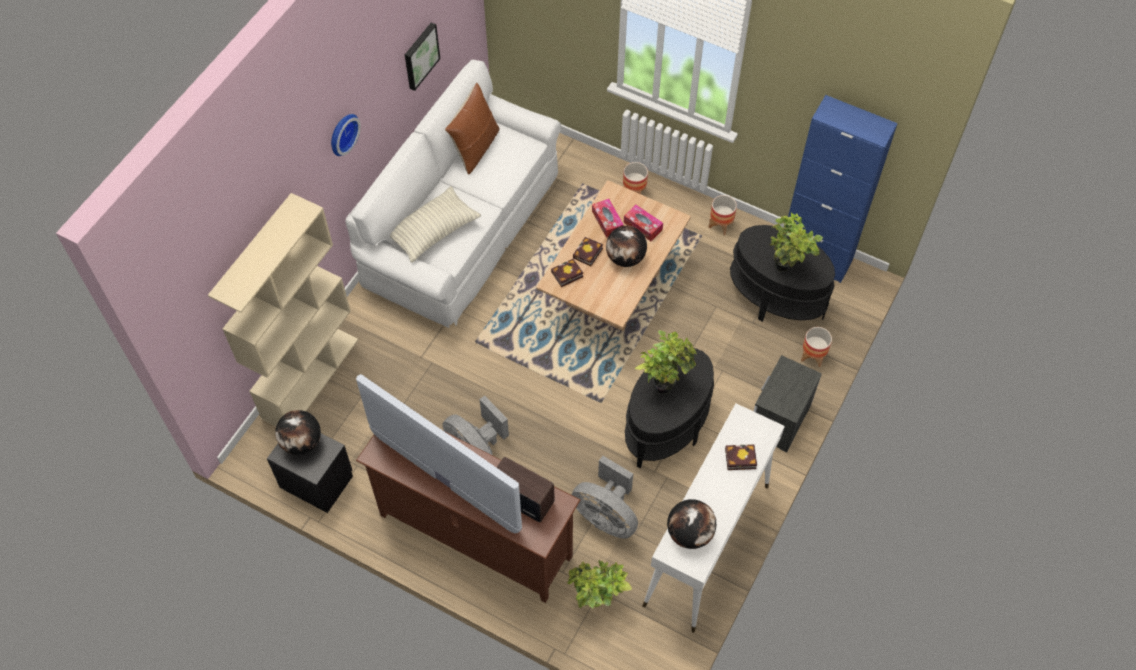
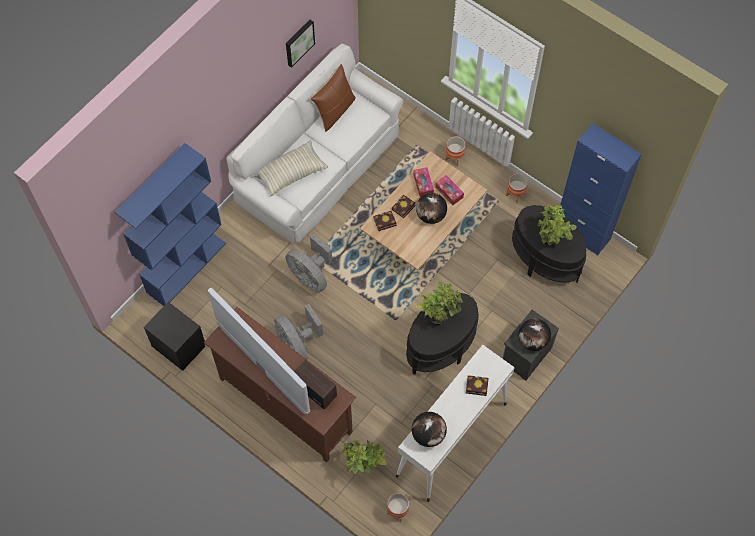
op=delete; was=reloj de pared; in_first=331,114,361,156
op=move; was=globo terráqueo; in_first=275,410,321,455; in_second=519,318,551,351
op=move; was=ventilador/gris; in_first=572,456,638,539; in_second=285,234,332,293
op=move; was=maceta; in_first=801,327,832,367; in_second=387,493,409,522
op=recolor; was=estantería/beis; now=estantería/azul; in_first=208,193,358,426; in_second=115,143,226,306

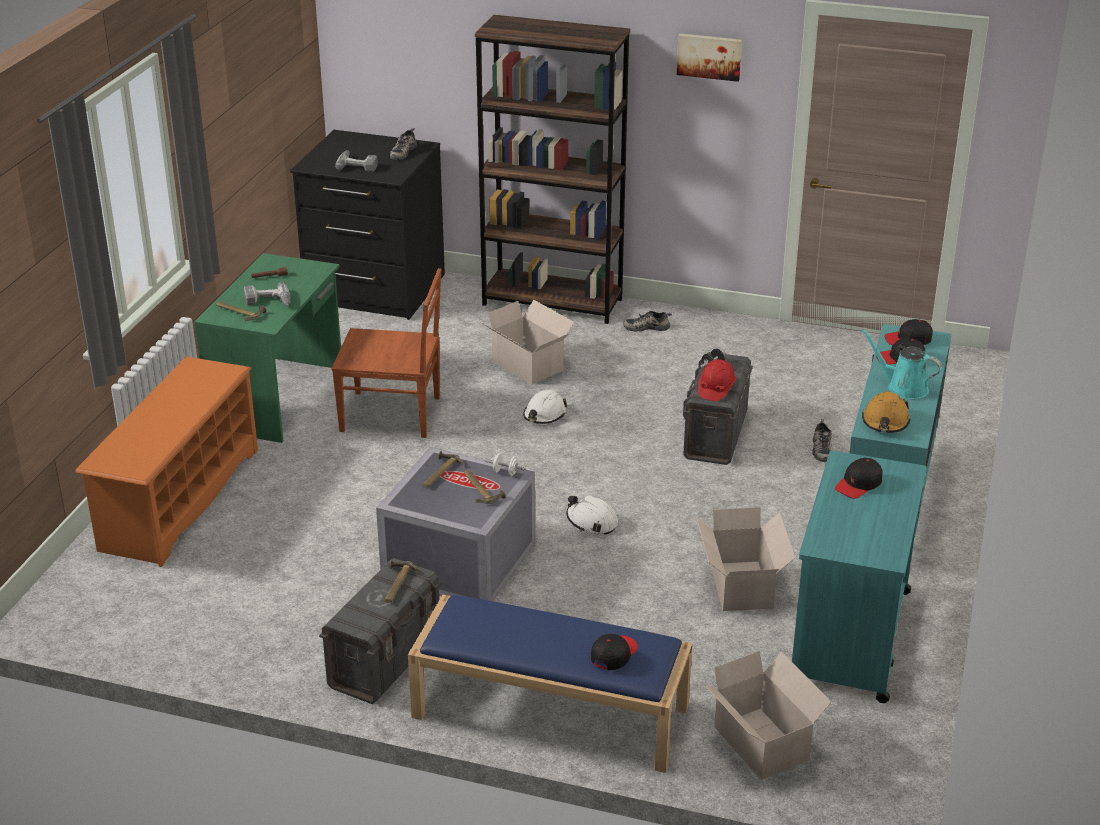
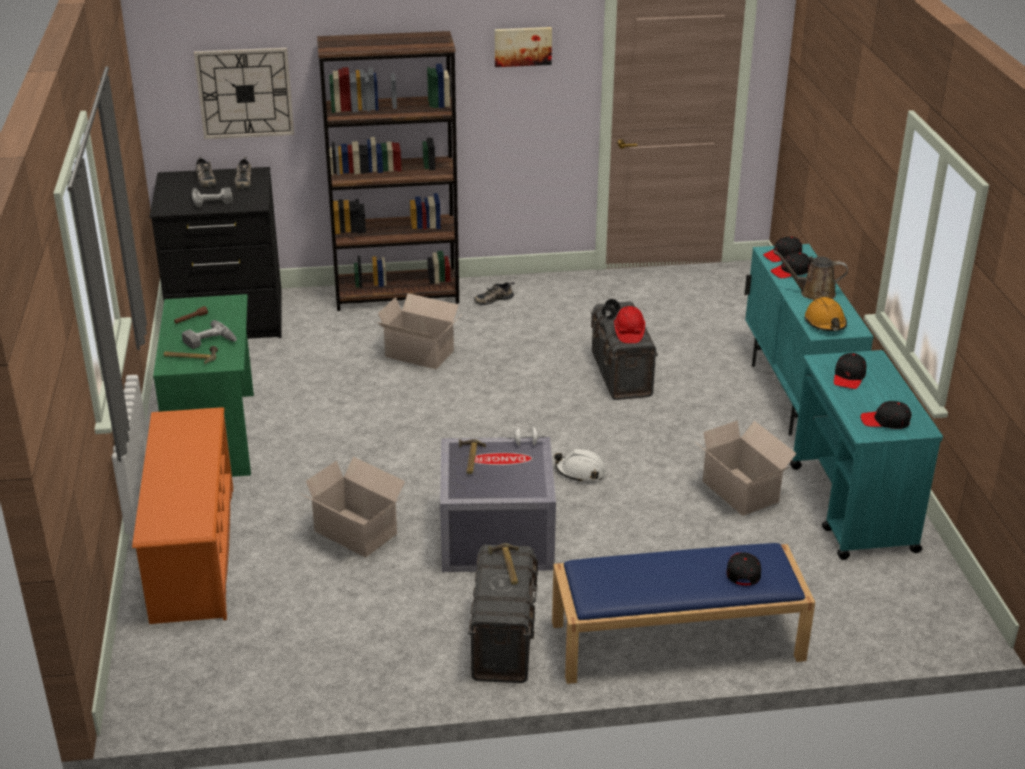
op=delete; was=silla/marrón; in_first=331,268,442,438
op=delete; was=martillo; in_first=464,470,506,504
op=delete; was=casco/blanco; in_first=523,390,567,424
op=insert; now=reloj de pared; in_second=194,48,294,139
op=insert; now=gorra/negro; in_second=861,401,911,429
op=move; was=caja de cartón; in_first=701,651,831,780; in_second=299,457,405,558
op=move; was=zapato; in_first=812,419,833,462; in_second=196,156,217,187
op=recolor; was=regadera/turquesa; now=regadera/marrón; in_first=861,329,942,399; in_second=773,251,848,300

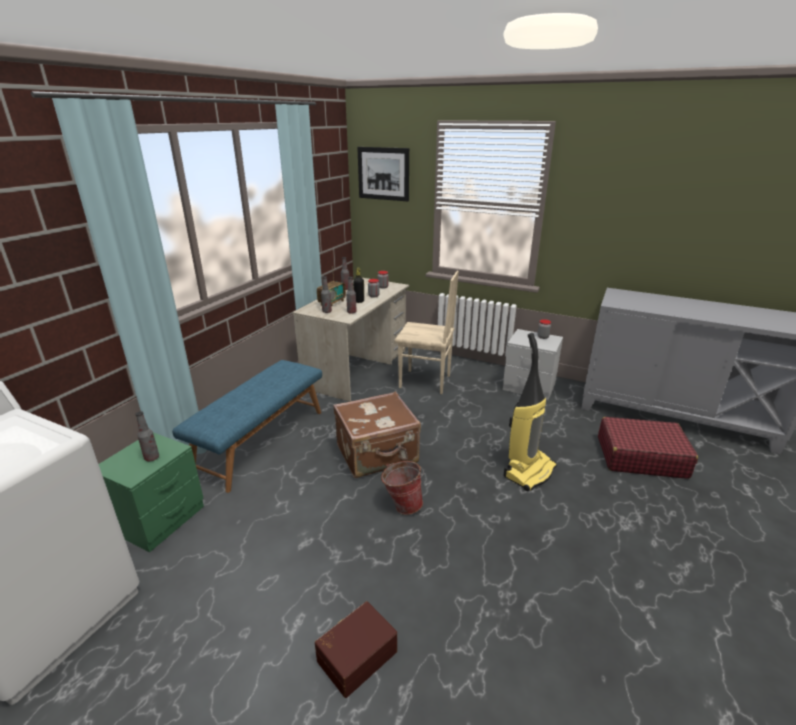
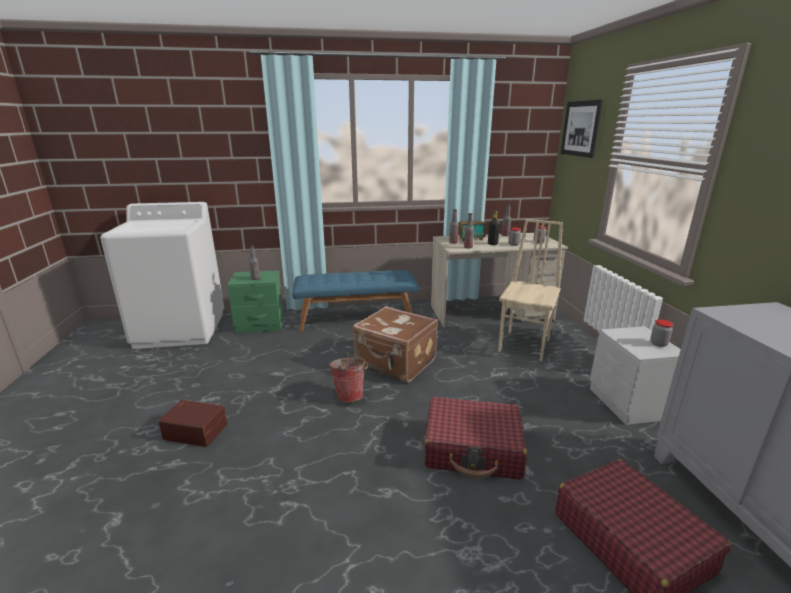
op=replace; was=aspiradora; now=maleta/rojo; in_first=503,333,557,491; in_second=424,397,527,480
op=rotate; was=silla/beis; in_first=394,271,459,394; in_second=498,219,563,361; clockwise=-135

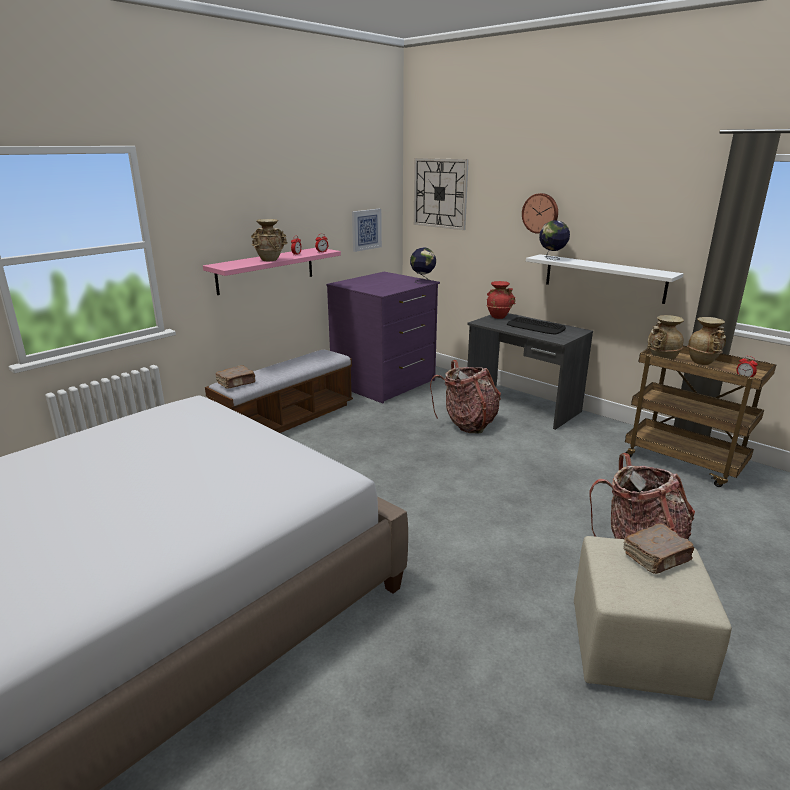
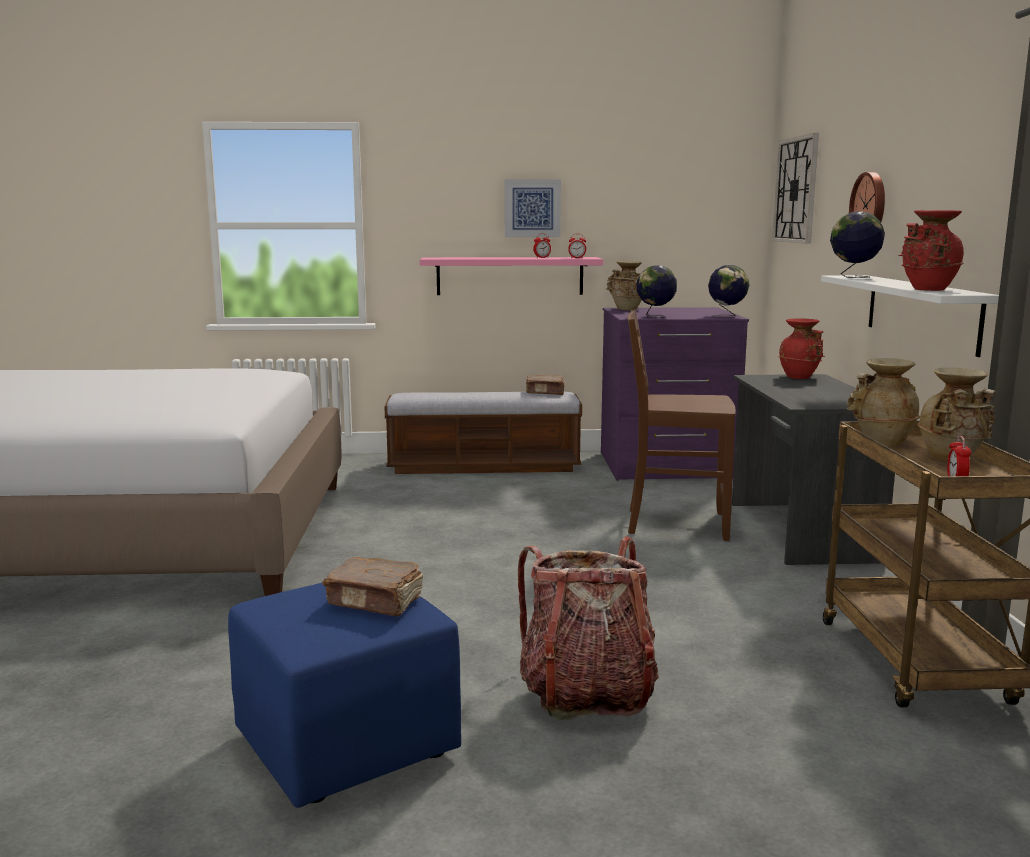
op=delete; was=teclado; in_first=507,317,566,335
op=insert; now=globo terráqueo; in_second=637,265,677,318
op=insert; now=florero/rojo; in_second=898,210,964,291
op=move; was=libro/marrón; in_first=216,365,256,389; in_second=526,375,565,395
op=move; was=florero/beis; in_first=251,219,287,261; in_second=606,261,642,310
op=move; was=cuadro; in_first=352,209,382,252; in_second=505,179,561,237
op=replace; was=mochila; now=silla/marrón; in_first=430,360,501,434; in_second=627,310,736,541
op=recolor; was=puf/beis; now=puf/azul; in_first=574,536,732,701; in_second=228,582,461,808

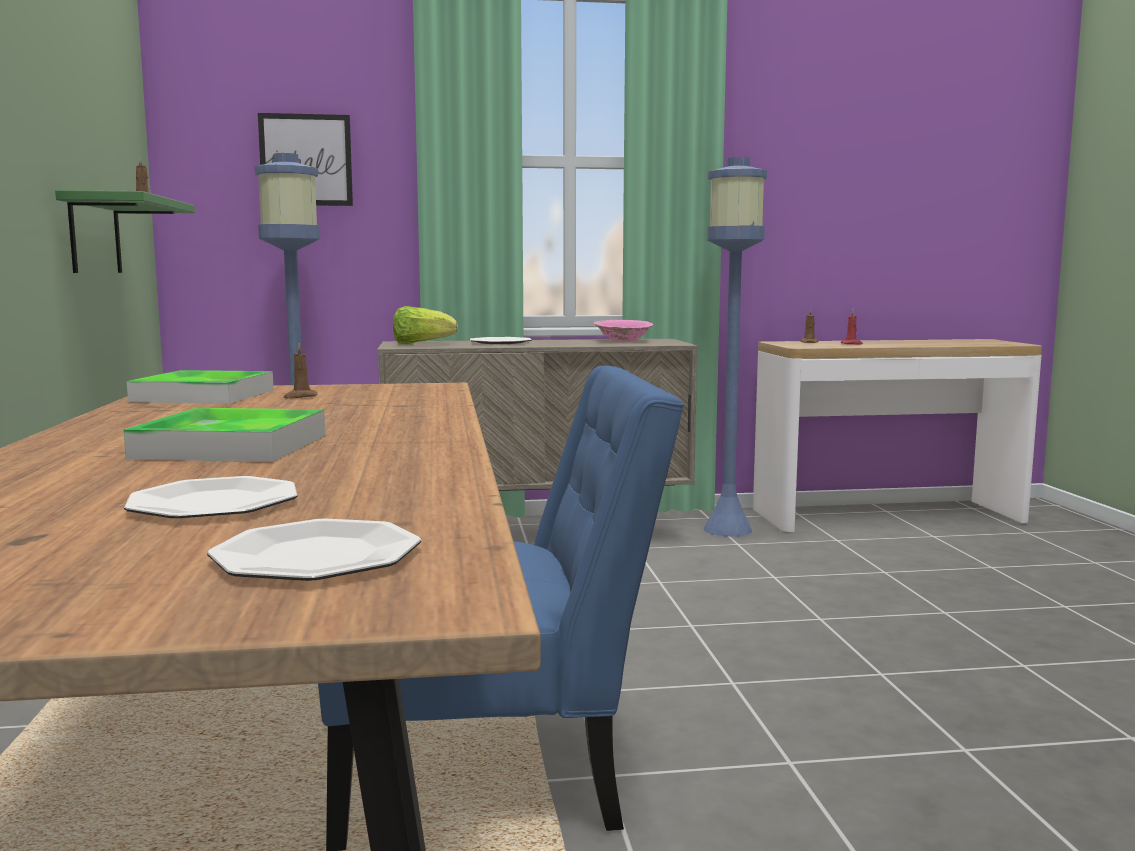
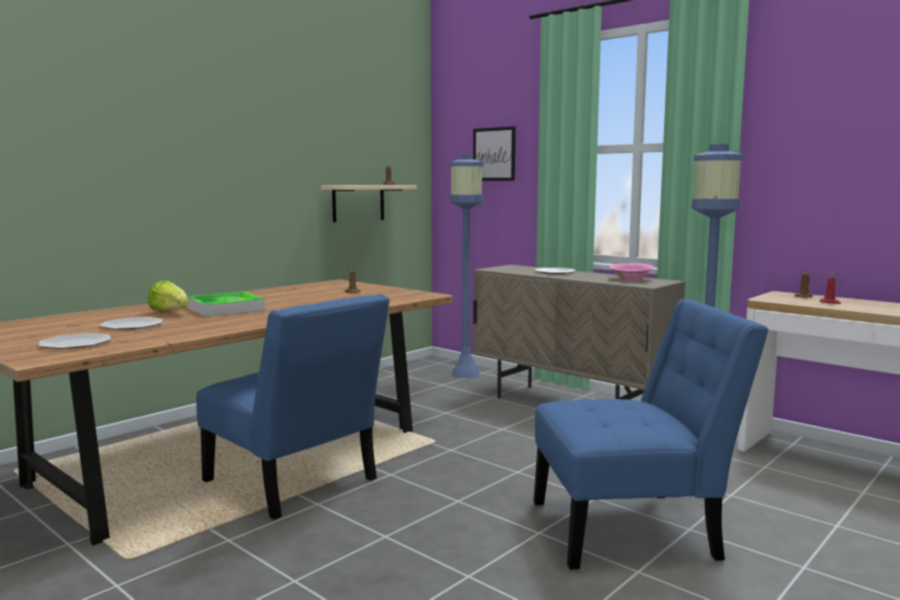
op=delete; was=bandeja; in_first=127,370,274,404
op=insert; now=silla/azul; in_second=533,299,769,570
op=move; was=lechuga; in_first=393,306,458,344; in_second=148,280,189,311
op=recolor; was=estante/verde; now=estante/beis; in_first=55,190,195,273; in_second=321,185,417,222

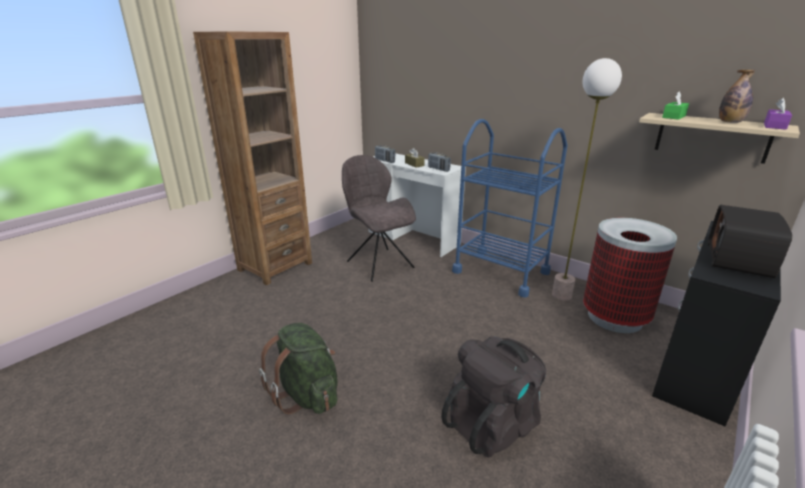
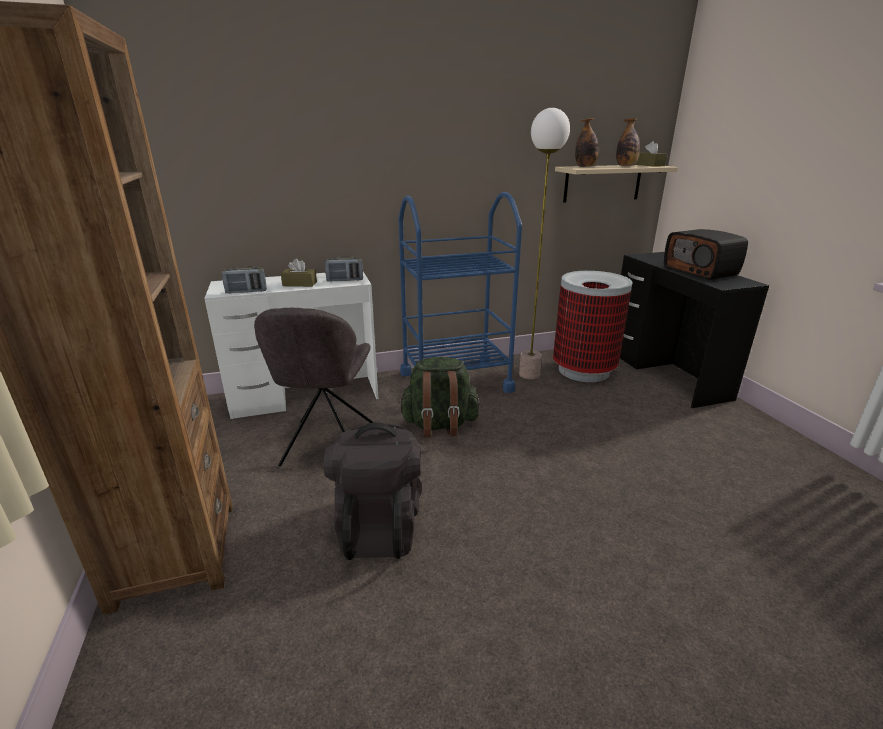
op=move; was=mochila/verde; in_first=259,323,337,415; in_second=398,357,479,437
op=move; was=mochila/negro; in_first=441,336,546,458; in_second=324,423,422,560
op=replace; was=caja de pañuelos/verde; now=botella; in_first=662,91,689,120; in_second=575,118,598,167
op=recolor; was=caja de pañuelos/morado; now=caja de pañuelos/marrón; in_first=764,98,792,130; in_second=636,141,667,167
op=rotate; was=silla/gris; in_first=342,155,416,282; in_second=254,308,373,466; clockwise=-90

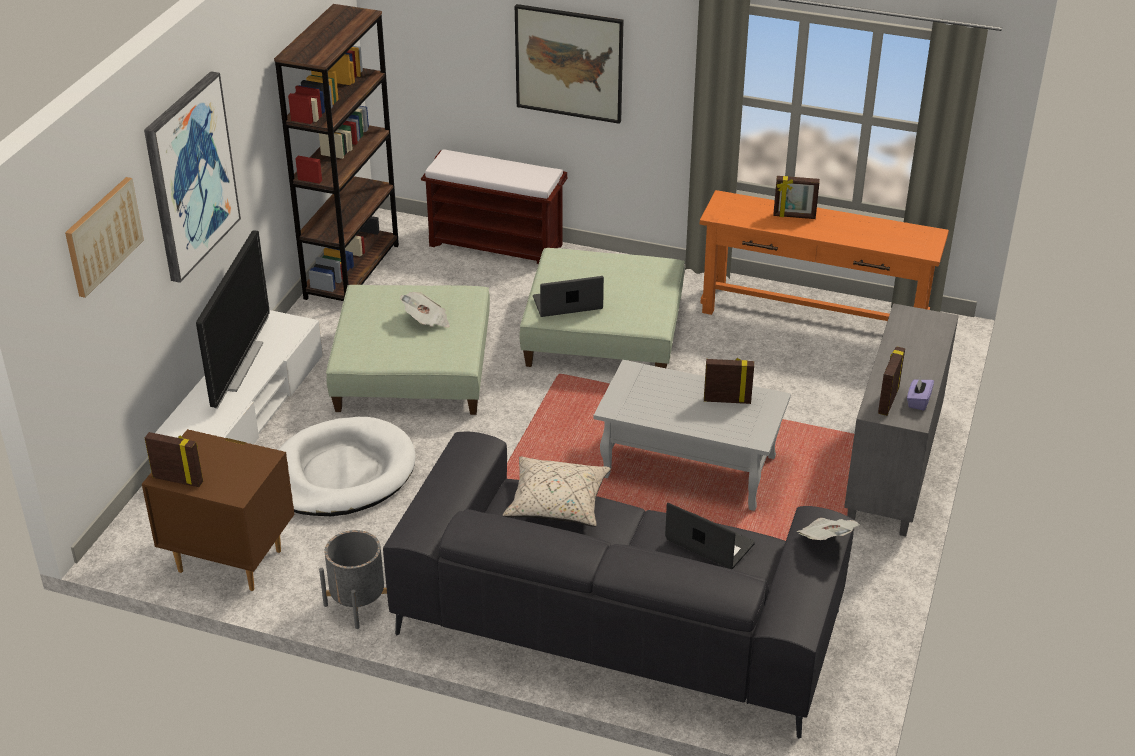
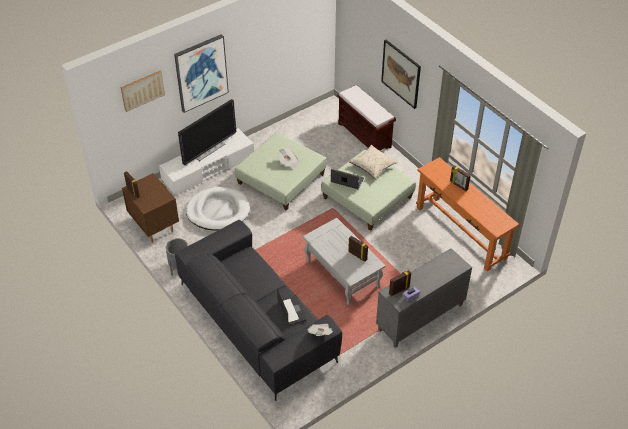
op=delete; was=estantería/marrón; in_first=274,4,399,301
op=move; was=cojín/beis; in_first=502,457,611,527; in_second=349,145,397,179

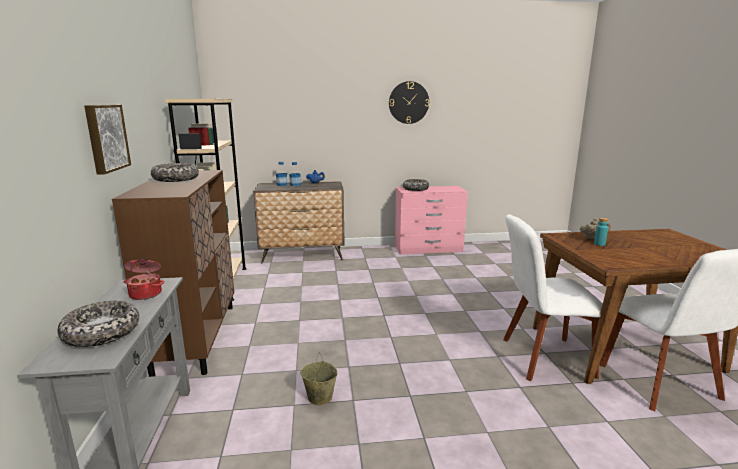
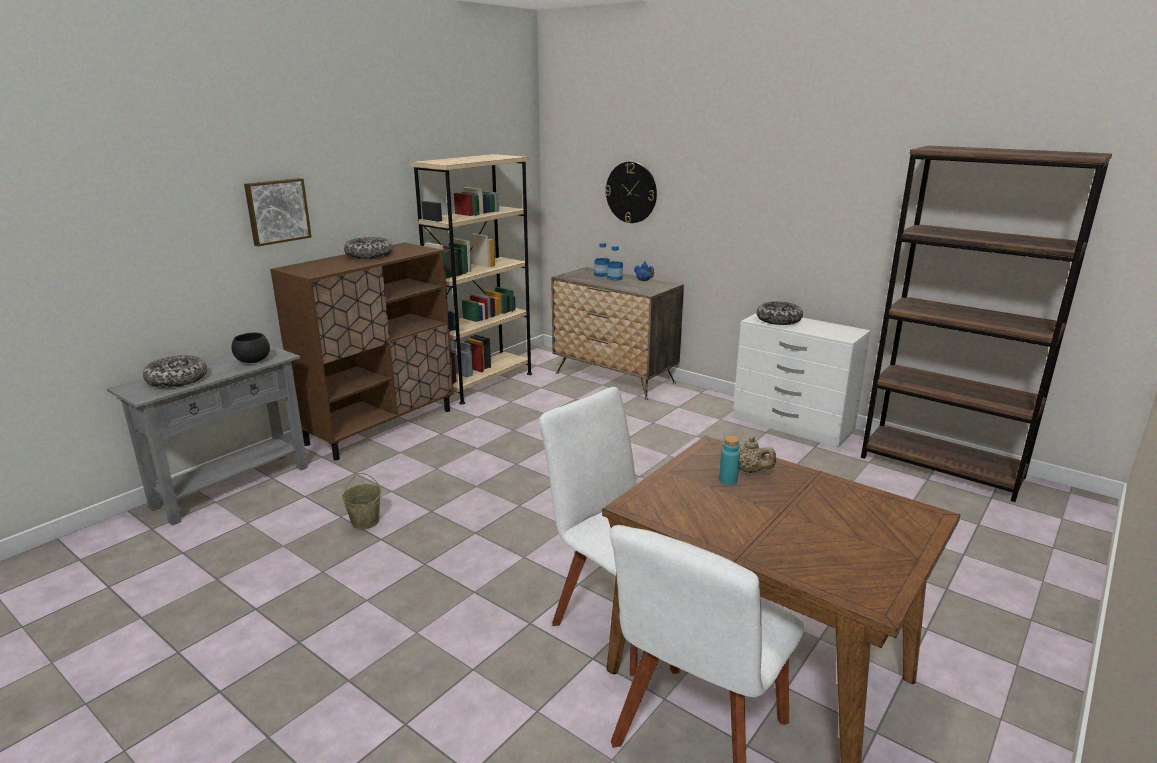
op=insert; now=estantería/marrón; in_second=861,146,1112,502
op=move; was=reloj de pared; in_first=389,81,429,124; in_second=605,162,657,223
op=replace; was=olla; now=cuenco/negro; in_first=124,258,164,300; in_second=231,333,270,363
op=recolor; was=cómoda/rosa; now=cómoda/blanco; in_first=395,186,468,254; in_second=733,313,871,448

